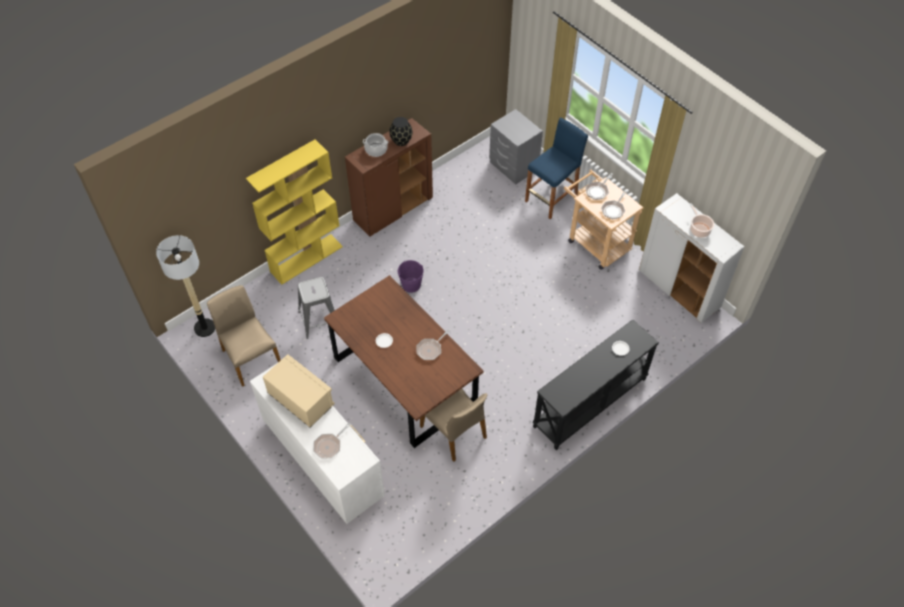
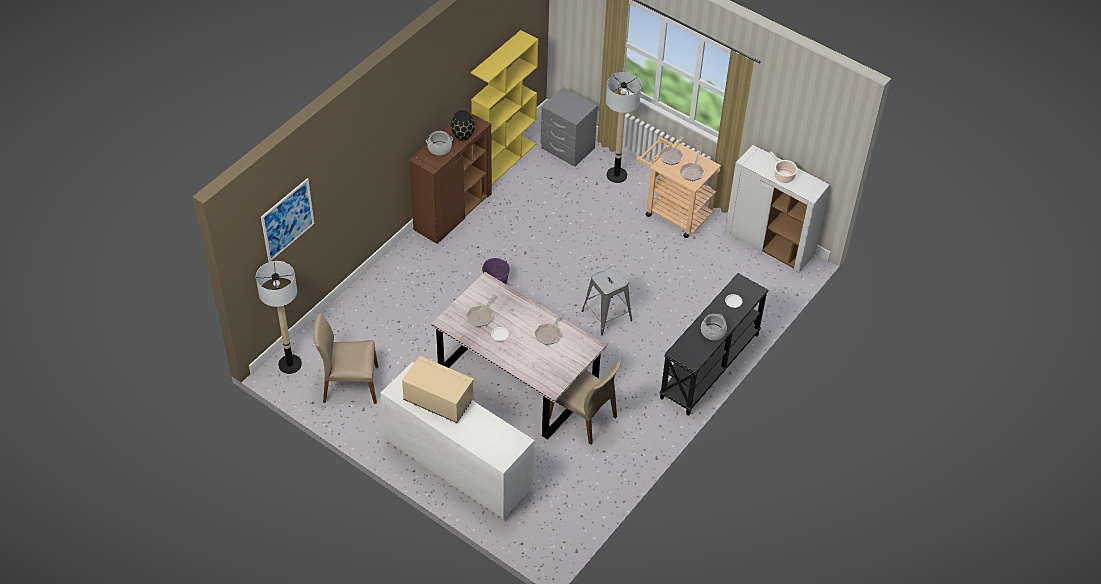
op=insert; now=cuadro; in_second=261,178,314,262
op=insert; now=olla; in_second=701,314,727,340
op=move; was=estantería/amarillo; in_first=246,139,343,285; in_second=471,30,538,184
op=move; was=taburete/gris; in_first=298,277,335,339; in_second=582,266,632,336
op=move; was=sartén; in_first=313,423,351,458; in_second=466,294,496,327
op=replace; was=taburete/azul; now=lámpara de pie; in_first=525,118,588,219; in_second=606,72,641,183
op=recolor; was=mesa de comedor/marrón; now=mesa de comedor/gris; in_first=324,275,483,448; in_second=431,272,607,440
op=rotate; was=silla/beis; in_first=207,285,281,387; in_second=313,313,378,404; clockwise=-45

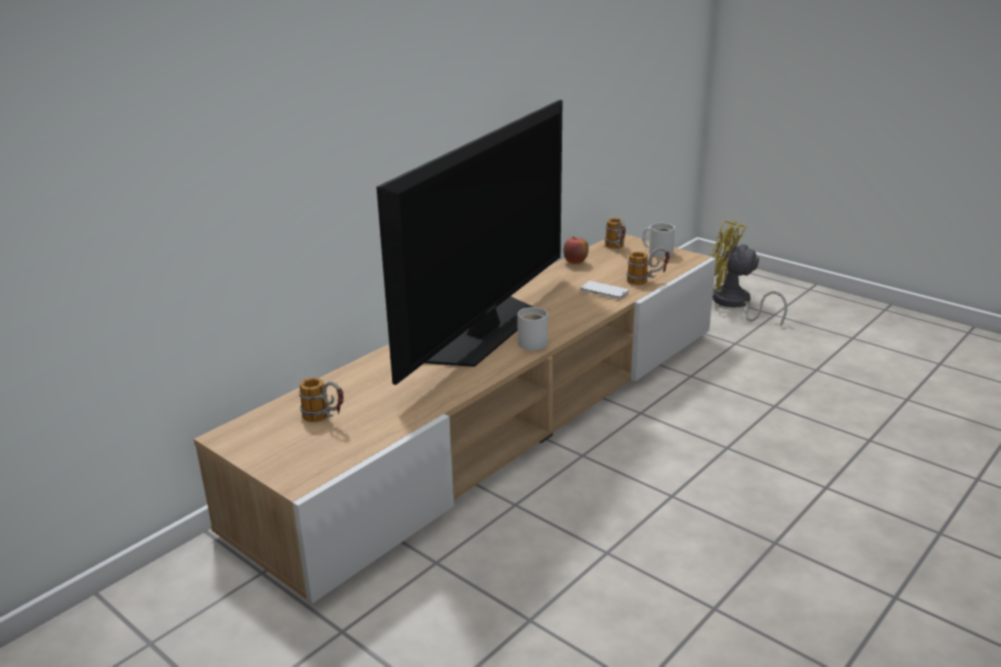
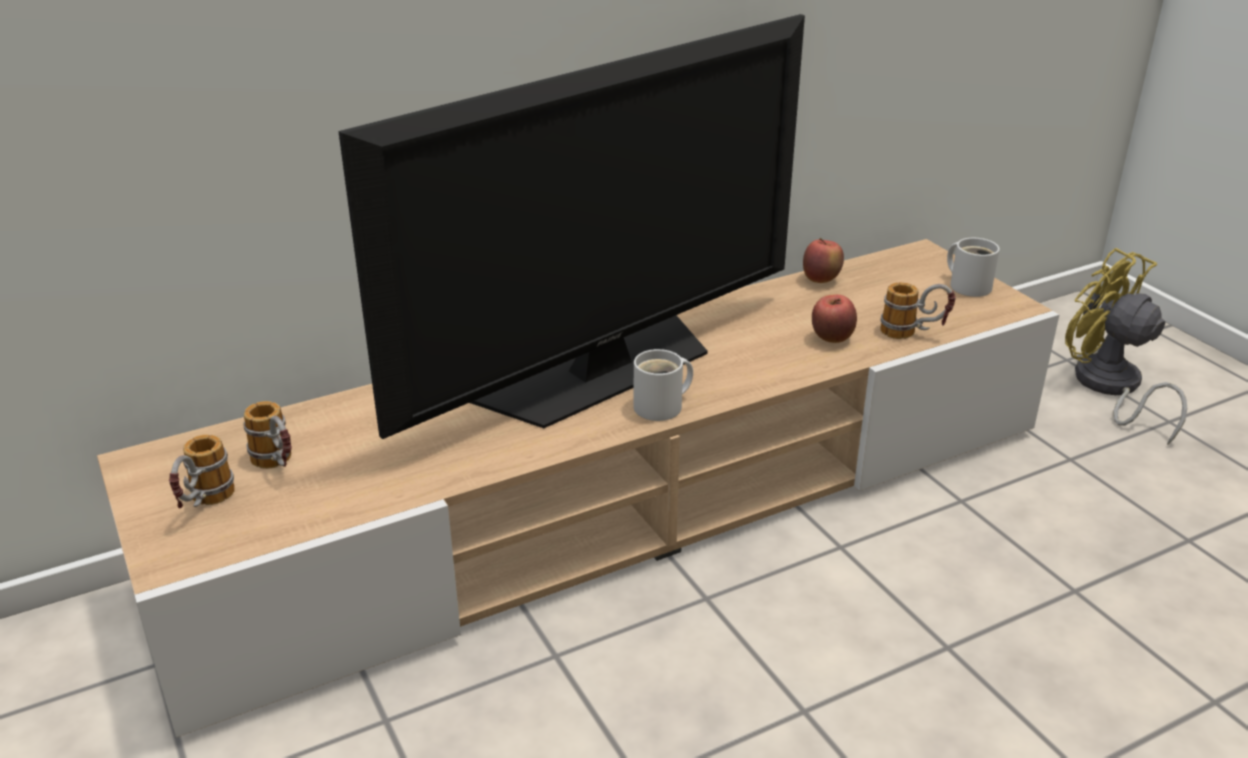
op=move; was=taza grande; in_first=605,218,626,249; in_second=169,435,235,508
op=replace; was=móvil; now=manzana; in_first=580,281,629,299; in_second=812,294,857,343

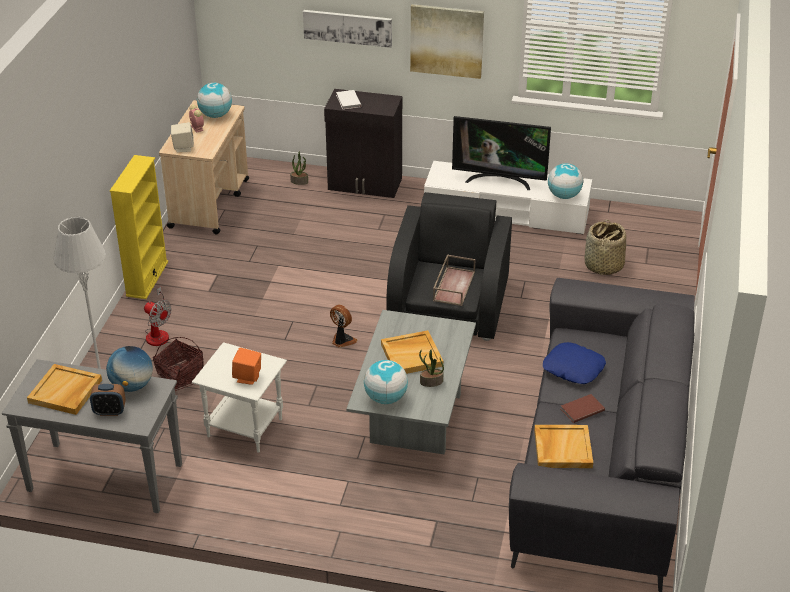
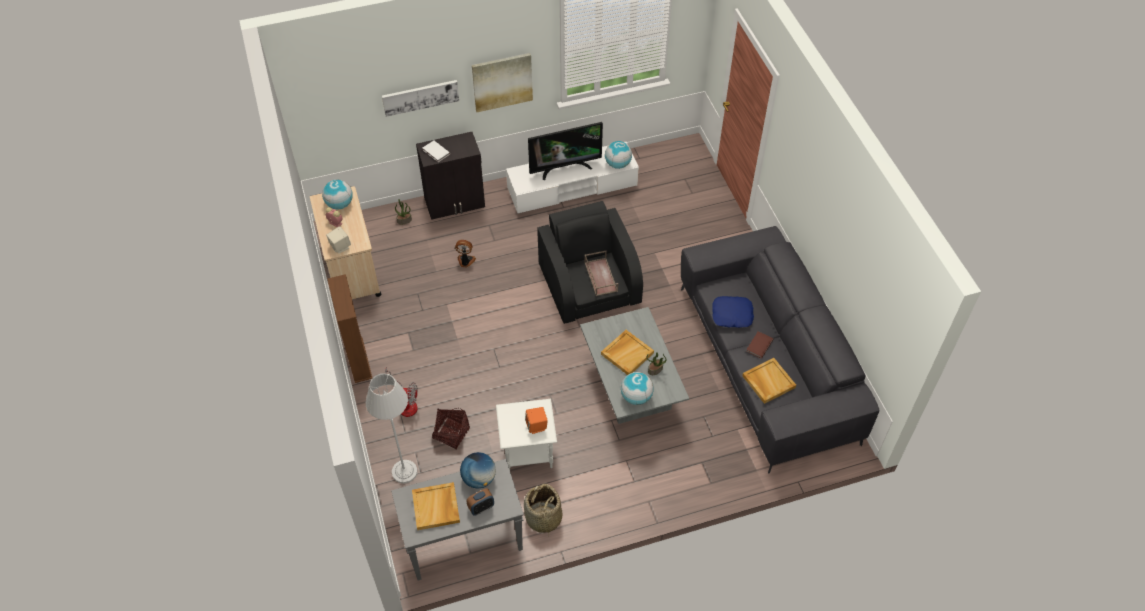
op=move; was=ventilador; in_first=330,305,357,348; in_second=455,240,476,268
op=move; was=cesta; in_first=585,219,626,275; in_second=524,484,562,537
op=recolor; was=estantería/amarillo; now=estantería/marrón; in_first=110,155,168,299; in_second=328,274,372,383

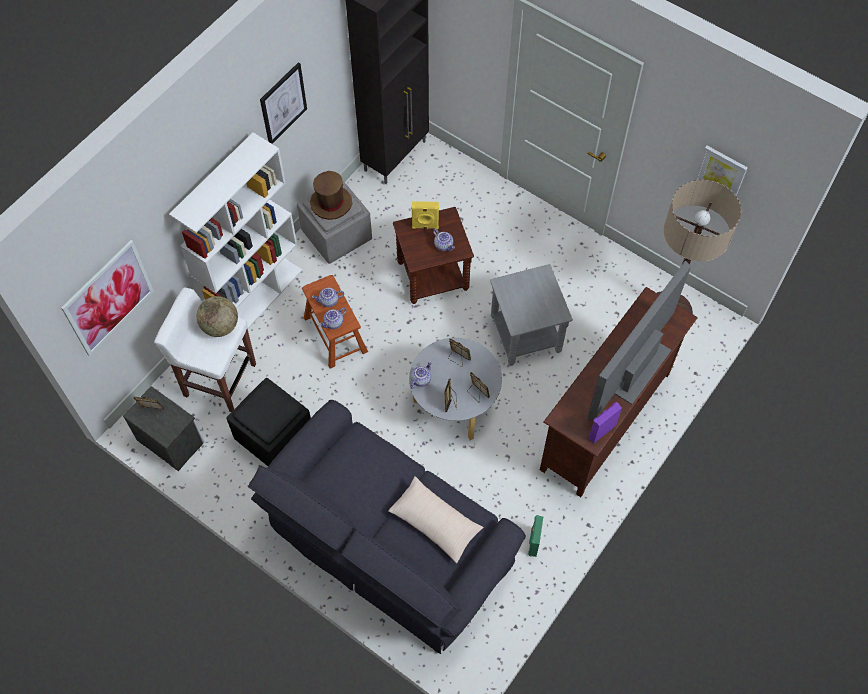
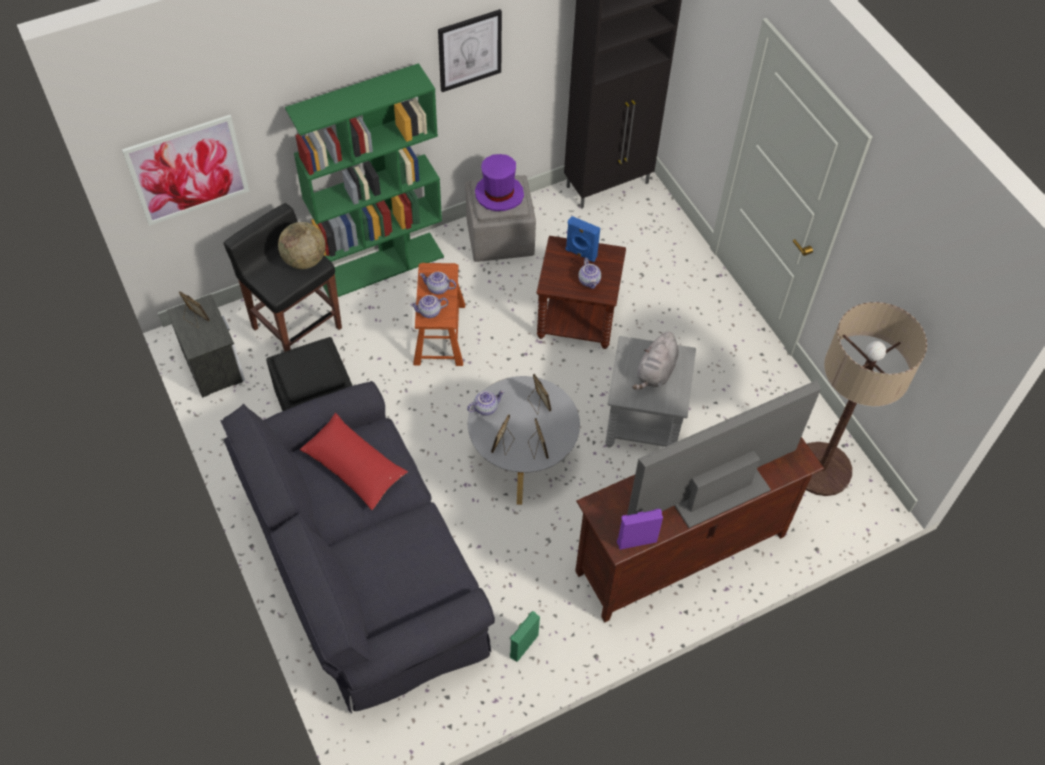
op=delete; was=cojín/beis; in_first=388,476,484,563
op=delete; was=cuadro; in_first=694,146,748,196
op=insert; now=cojín/rojo; in_second=300,413,408,510
op=insert; now=peluche/gris; in_second=632,331,679,390
op=recolor; was=taburete/blanco; now=taburete/negro; in_first=154,288,256,412; in_second=223,203,342,352
op=recolor; was=estantería/blanco; now=estantería/verde; in_first=169,132,302,329; in_second=285,63,444,298
op=recolor; was=sombrero/marrón; now=sombrero/morado; in_first=310,171,352,220; in_second=475,154,524,211
op=recolor; was=altavoz/amarillo; now=altavoz/azul; in_first=411,201,439,229; in_second=566,216,600,262

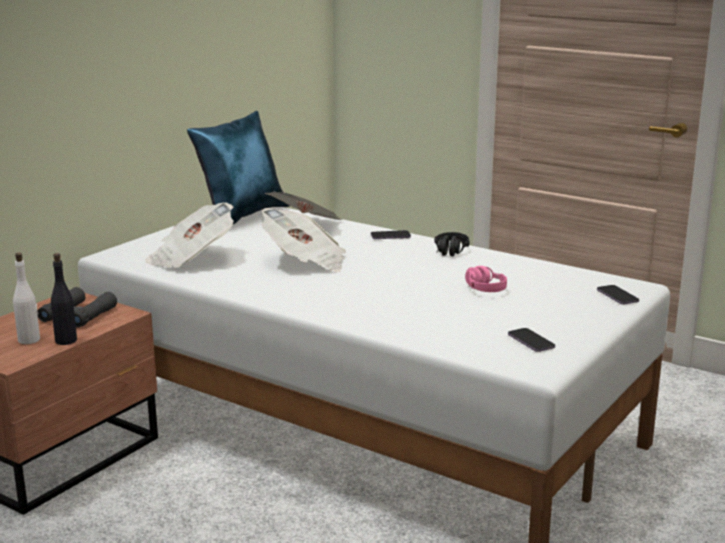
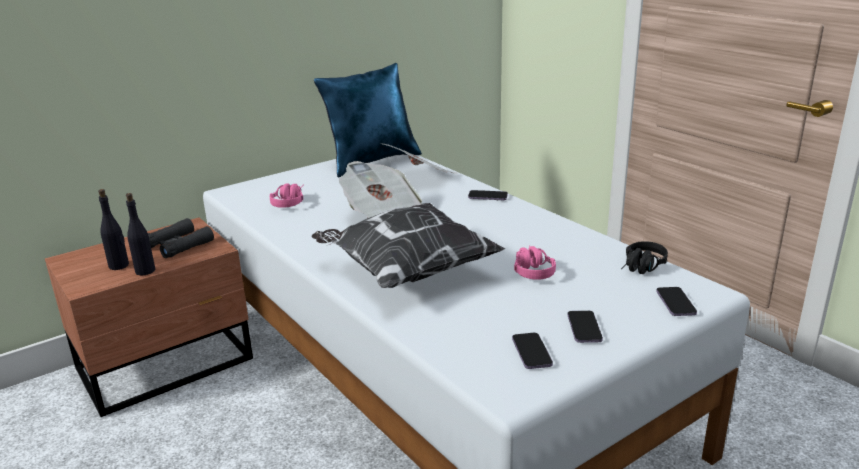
op=insert; now=cojín; in_second=312,203,505,288
op=insert; now=móvil; in_second=568,311,603,343
op=move; was=auriculares/negro; in_first=435,232,470,256; in_second=621,241,668,274
op=replace; was=periódico; now=auriculares/rosa; in_first=145,203,234,268; in_second=270,183,303,208
op=recolor; was=botella/blanco; now=botella/negro; in_first=13,253,40,344; in_second=98,189,129,270

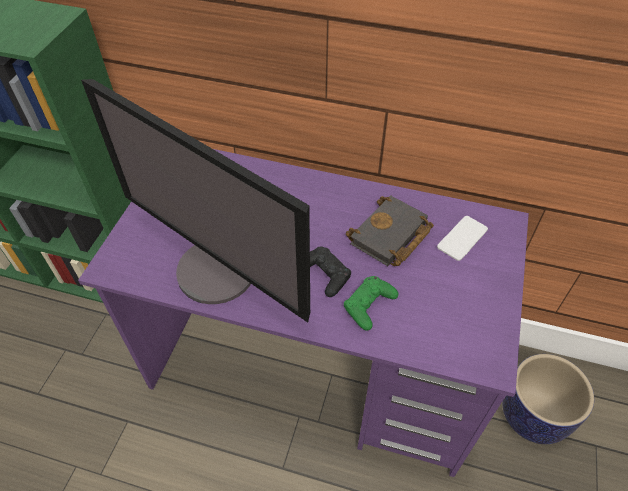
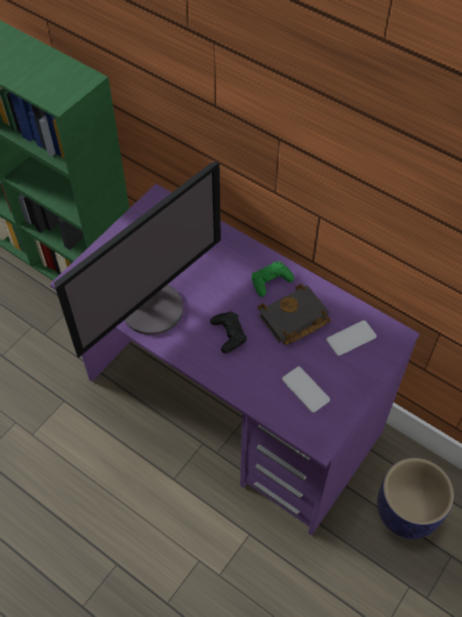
op=insert; now=móvil; in_second=282,367,330,413
op=move; was=mando de consola/verde; in_first=344,276,398,331; in_second=251,261,294,297
op=rotate; was=monitor; in_first=81,79,310,323; in_second=54,162,221,358; clockwise=-105

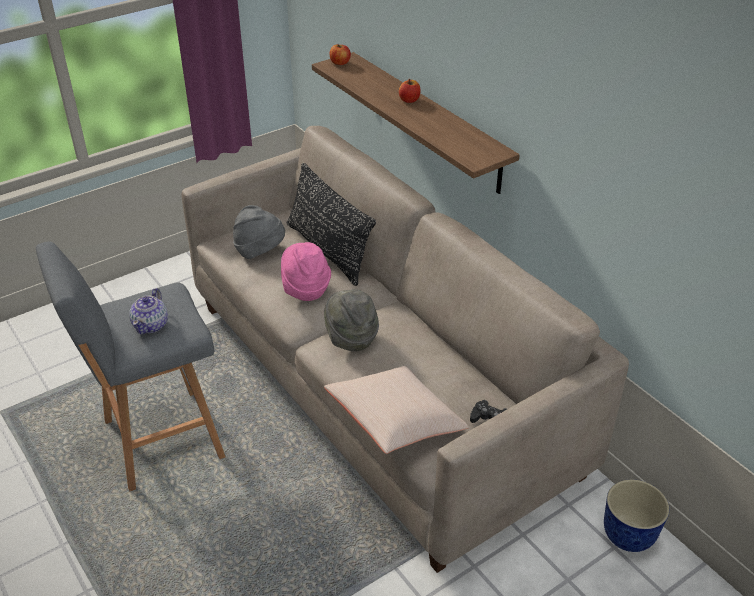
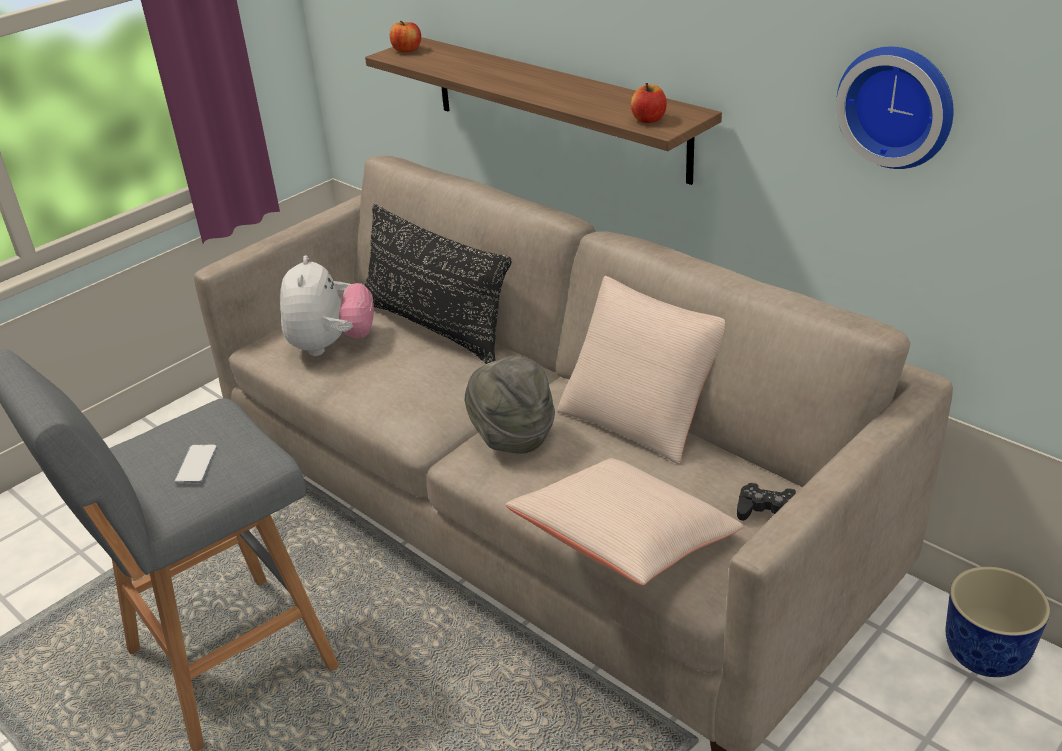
op=delete; was=sombrero/rosa; in_first=281,242,331,301
op=insert; now=cojín/beis; in_second=557,276,725,464
op=insert; now=reloj de pared; in_second=836,46,954,169
op=move; was=manzana; in_first=399,79,421,103; in_second=631,83,667,123
op=replace; was=tetera; now=móvil; in_first=129,288,168,334; in_second=174,444,217,483
op=replace; was=sombrero/gris; now=peluche; in_first=233,205,285,259; in_second=280,255,374,356

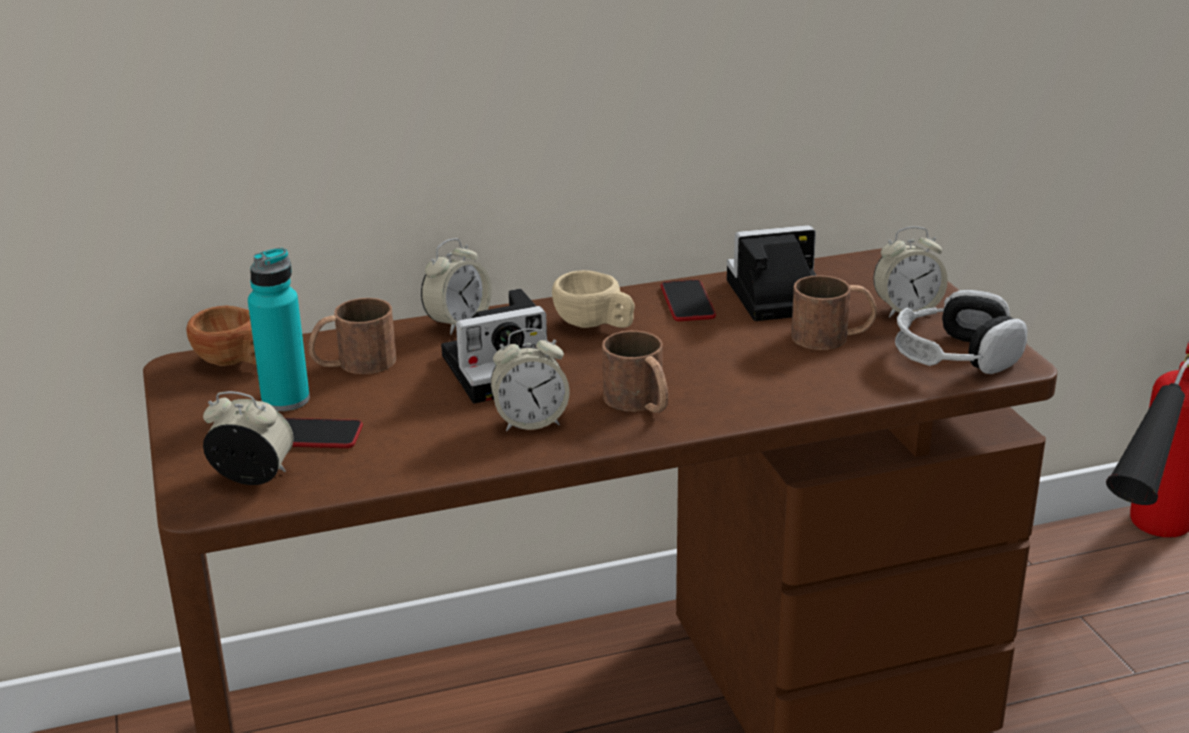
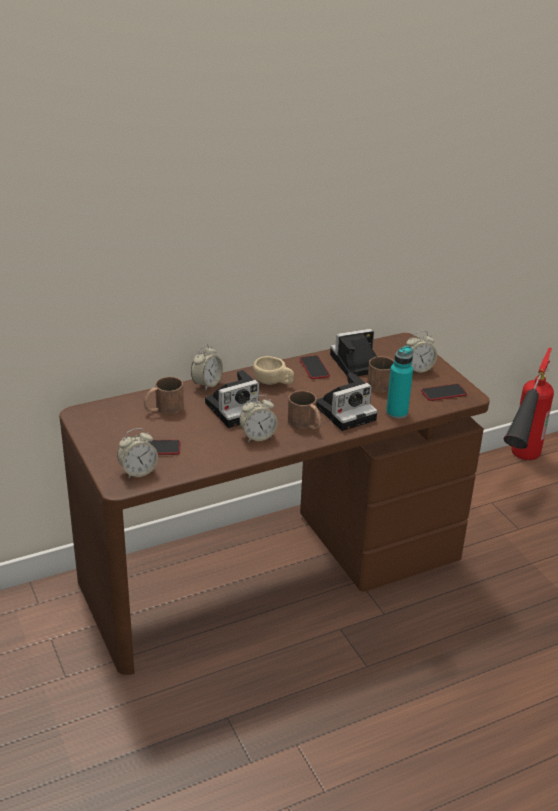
op=delete; was=taza/marrón; in_first=186,306,256,366
op=insert; now=cámara; in_second=316,373,378,431
op=move; was=botella/turquesa; in_first=248,248,310,411; in_second=386,346,413,419
op=replace; was=auriculares; now=móvil; in_first=895,290,1027,374; in_second=421,384,467,401
op=rotate; was=despertador; in_first=203,391,294,485; in_second=117,428,158,479; clockwise=150

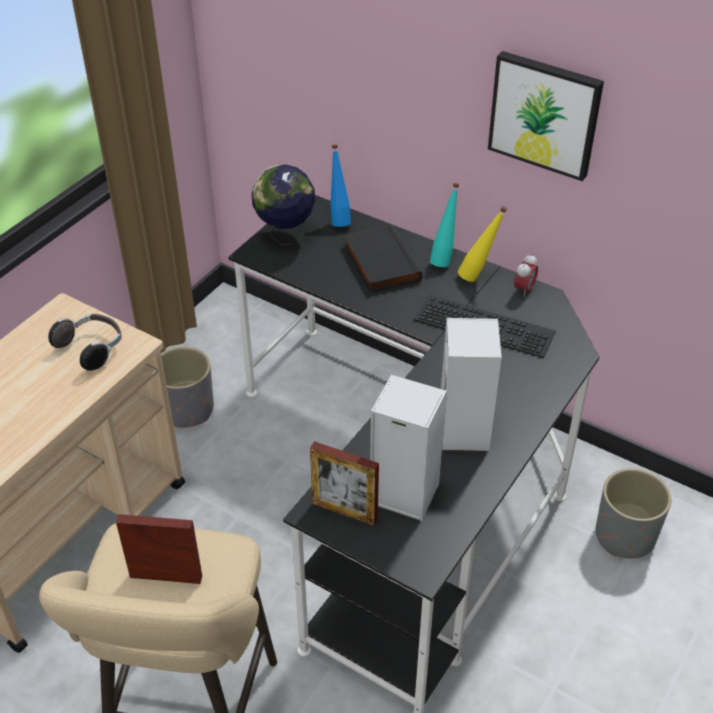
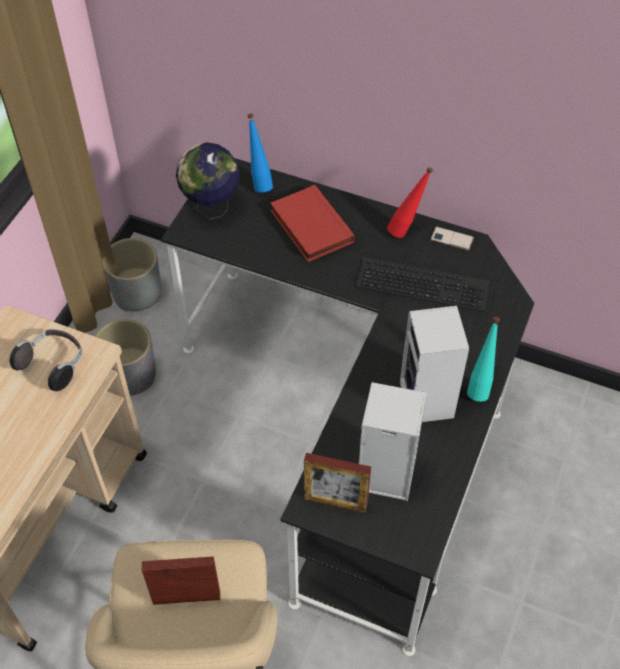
op=delete; was=cuadro; in_first=488,51,604,181
op=move; was=botella/turquesa; in_first=430,183,460,267; in_second=467,317,500,402
op=move; was=maceta/gris; in_first=596,468,671,559; in_second=102,238,162,311
op=replace; was=despertador; now=móvil; in_first=514,254,538,297; in_second=431,227,474,250
op=recolor; was=libro/negro; now=libro/rojo; in_first=344,224,422,293; in_second=270,184,355,262
op=recolor; was=botella/amarillo; now=botella/rojo; in_first=458,206,507,282; in_second=387,167,433,238

